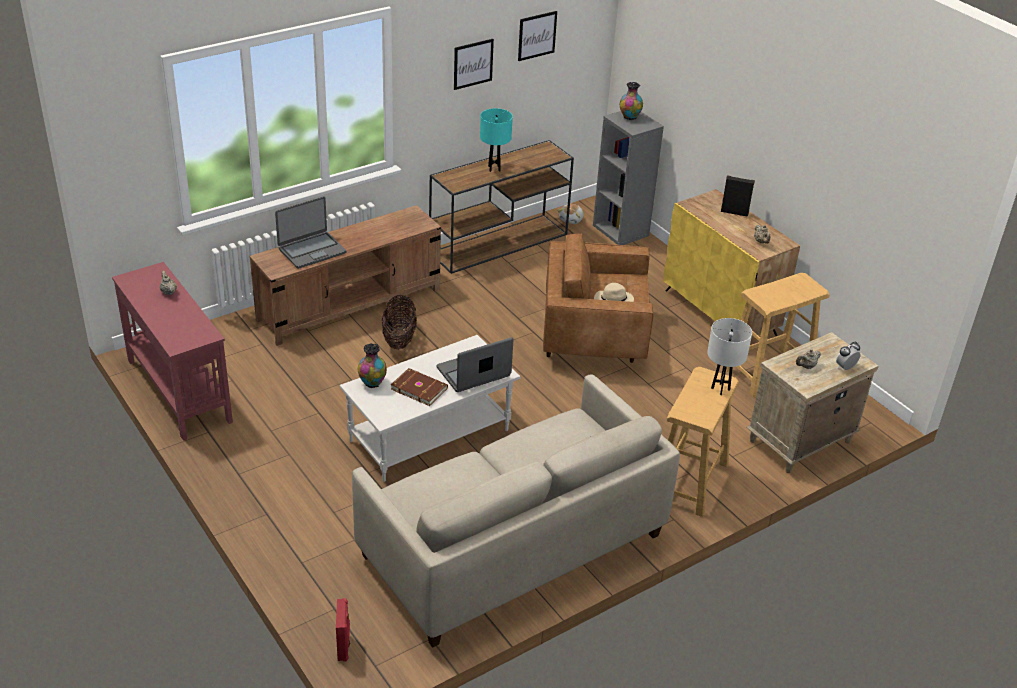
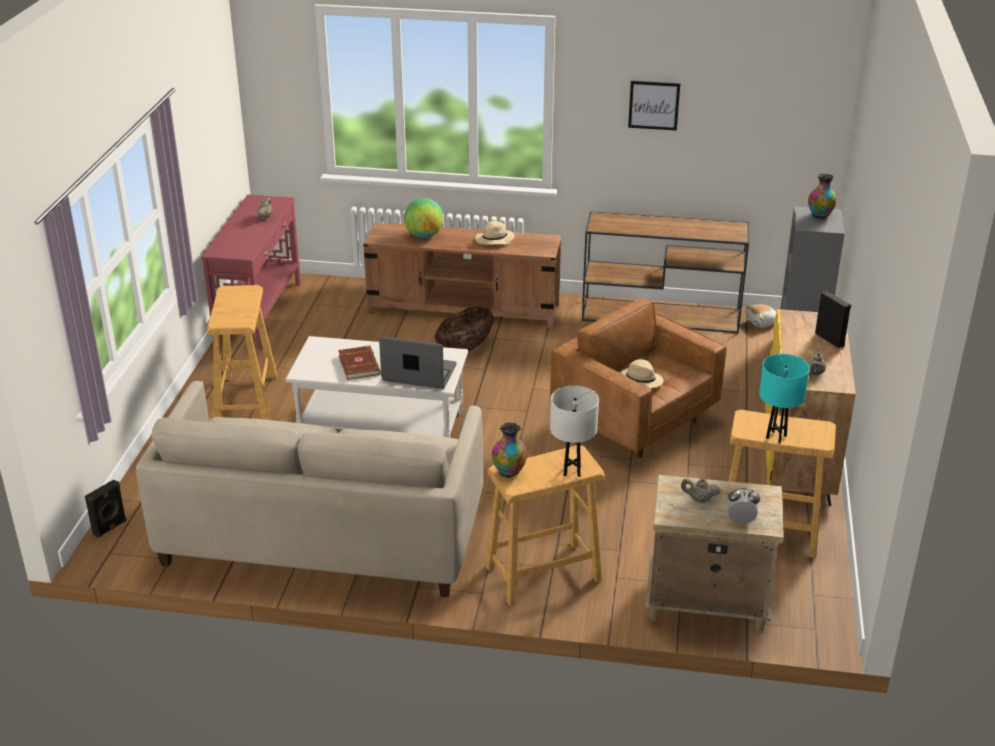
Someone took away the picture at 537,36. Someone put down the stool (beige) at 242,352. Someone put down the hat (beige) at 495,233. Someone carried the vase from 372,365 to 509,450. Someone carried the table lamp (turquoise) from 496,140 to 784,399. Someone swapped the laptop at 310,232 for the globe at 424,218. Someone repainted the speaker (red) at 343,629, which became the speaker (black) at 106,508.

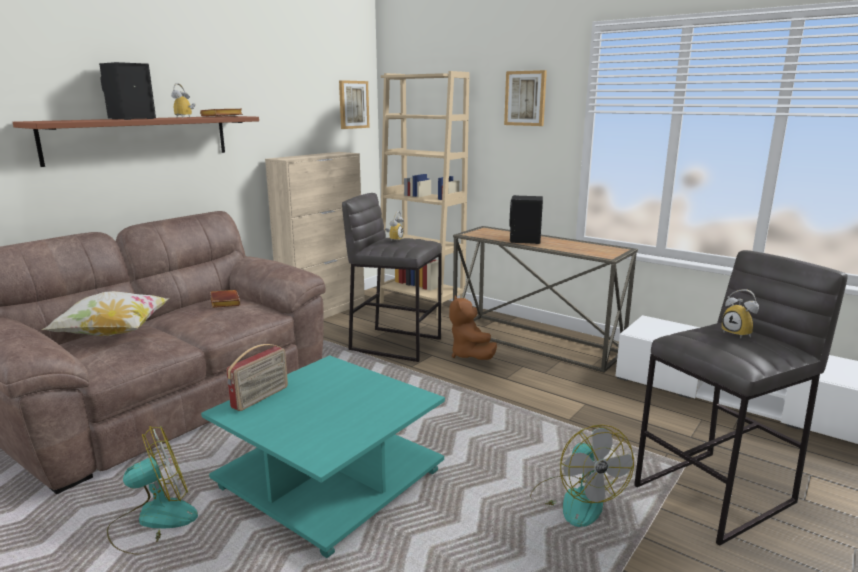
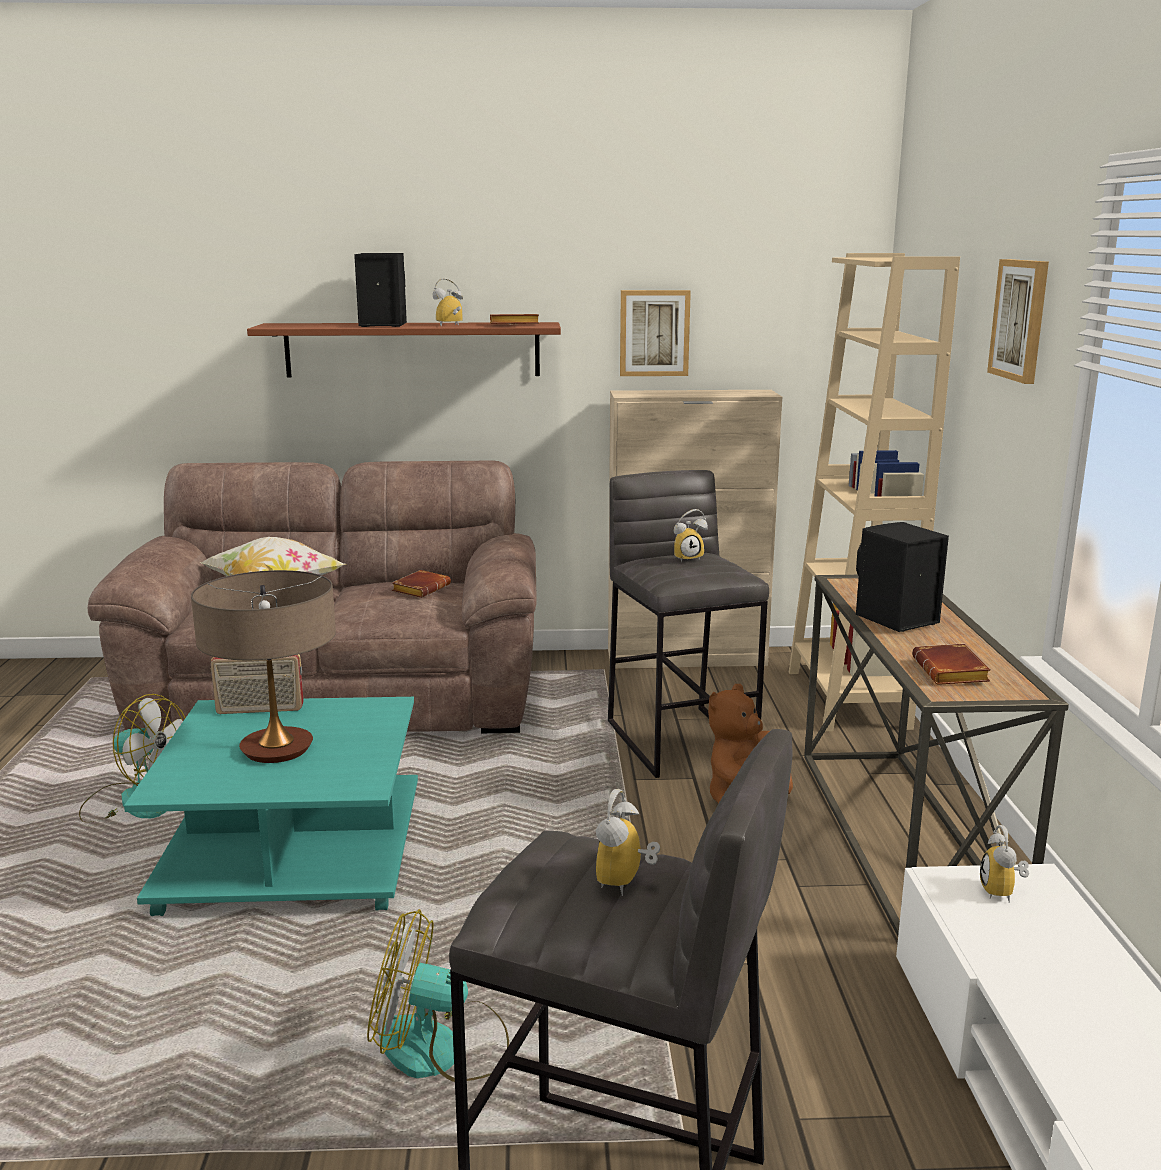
Someone put down the table lamp at 263,666. Someone put down the book (brown) at 951,664. Someone put down the alarm clock at 1004,864. Someone carried the picture from 354,104 to 655,333. Someone rotated the fan at 582,476 by 60 degrees clockwise.

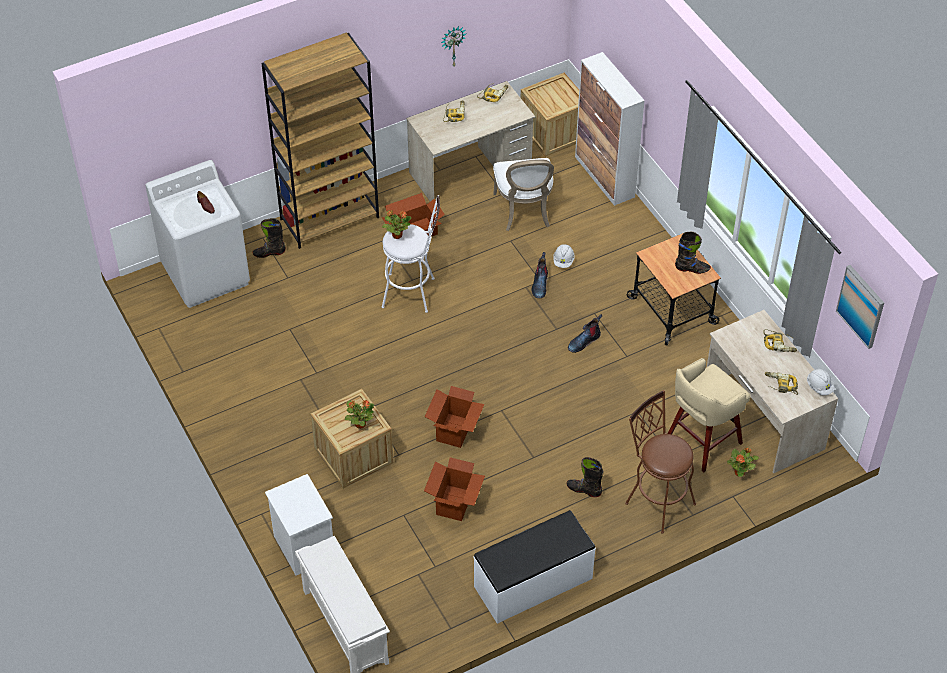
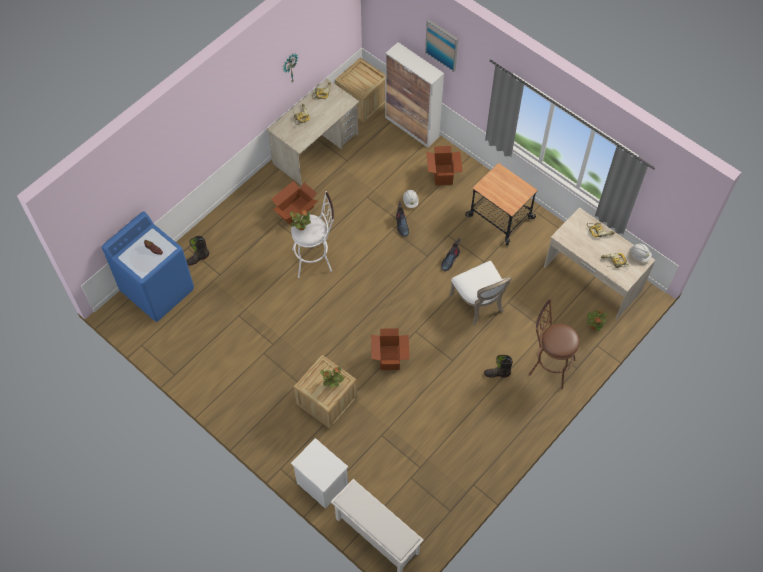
Someone took away the bookcase (brown) at 320,141. Someone took away the bench (white) at 535,567. Someone took away the stool (beige) at 709,415. Someone took away the boot (black) at 693,253. Someone carried the cardboard box from 454,489 to 444,165. Someone carried the chair (white) from 523,194 to 480,293. Someone carried the picture from 860,307 to 441,46. Someone repainted the washing machine (white) at 197,234, which became the washing machine (blue) at 148,267.

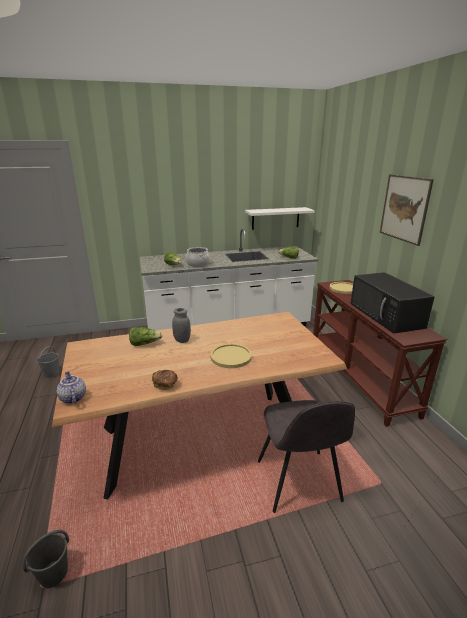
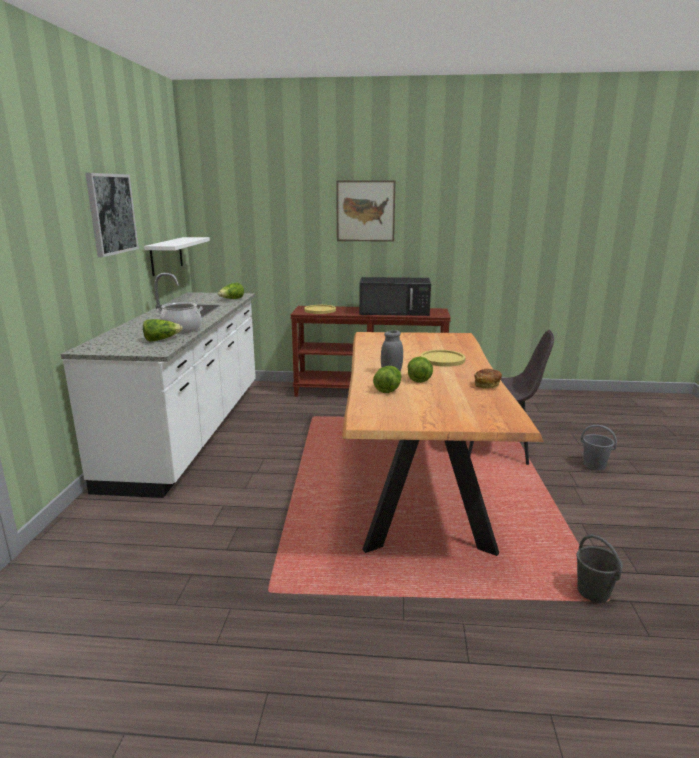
Someone took away the teapot at 71,387. Someone put up the picture at 112,215. Someone put down the lettuce at 420,369. Someone carried the bucket (grey) from 48,362 to 599,447.

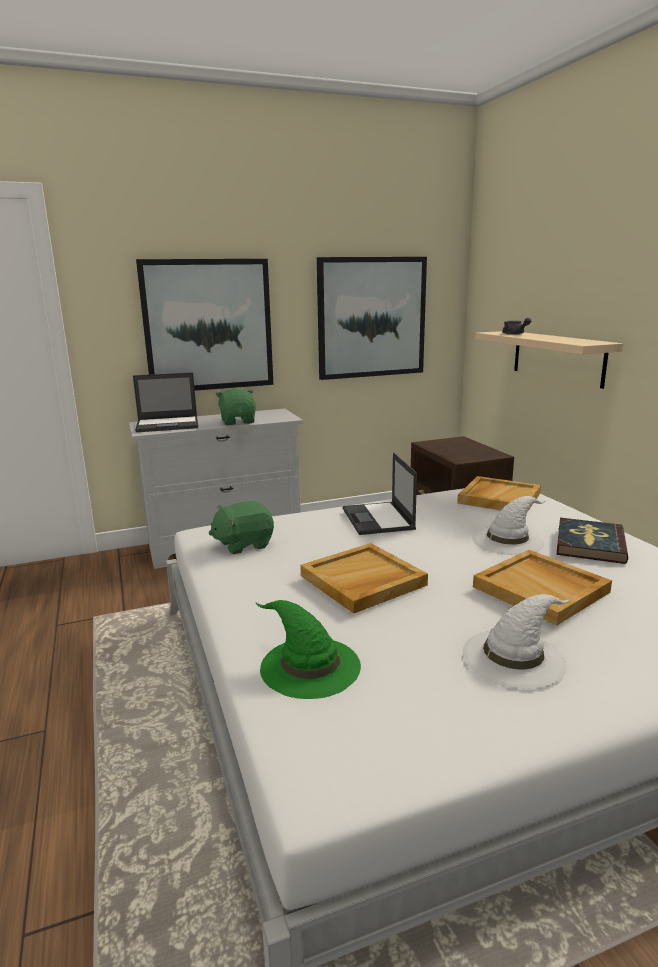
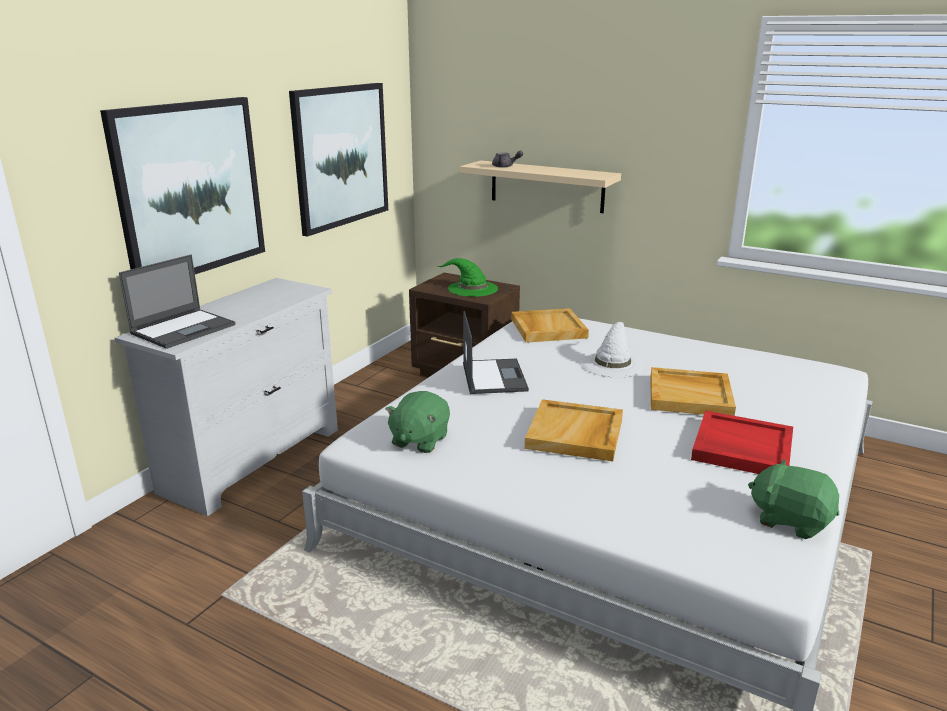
Someone took away the book at 592,541. Someone carried the plush toy (green) from 236,406 to 793,499. Someone carried the hat (green) from 308,649 to 467,277. Someone swapped the hat (white) at 516,641 for the tray (red) at 742,442. Someone rotated the laptop at 380,494 by 135 degrees counterclockwise.

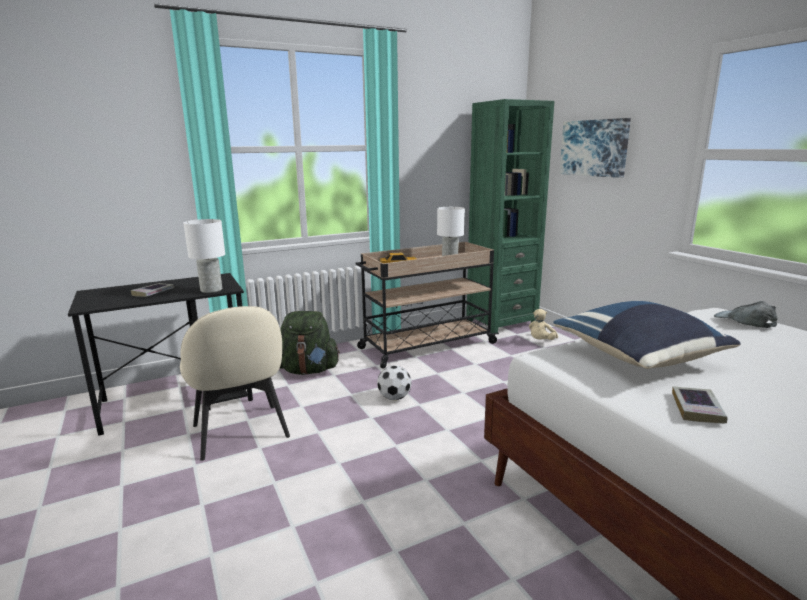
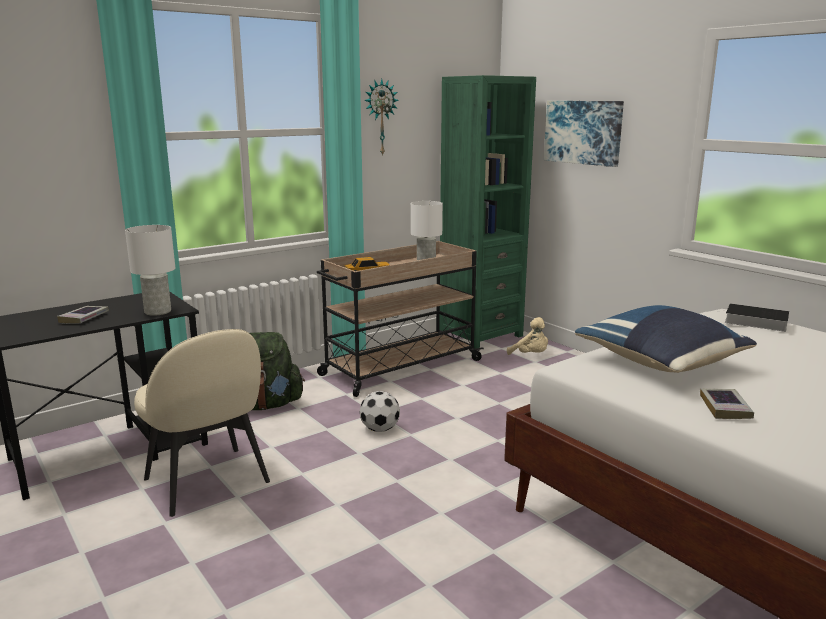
Someone put up the wall clock at 381,117. Someone swapped the cap (grey) at 746,314 for the book at 753,317. Someone rotated the plush toy (beige) at 543,324 by 75 degrees counterclockwise.

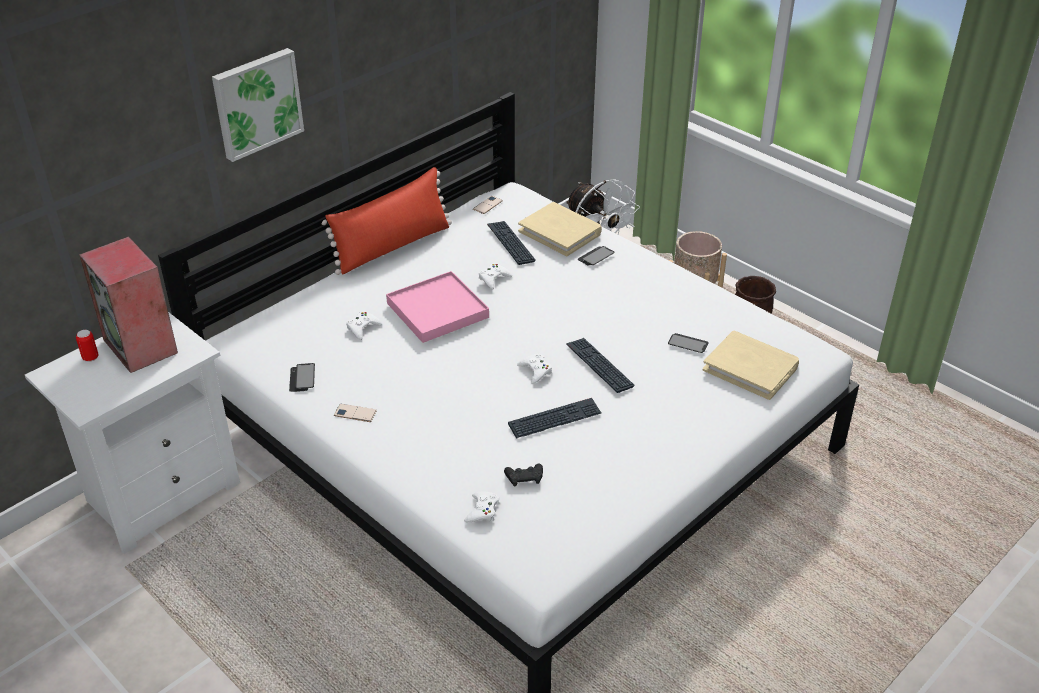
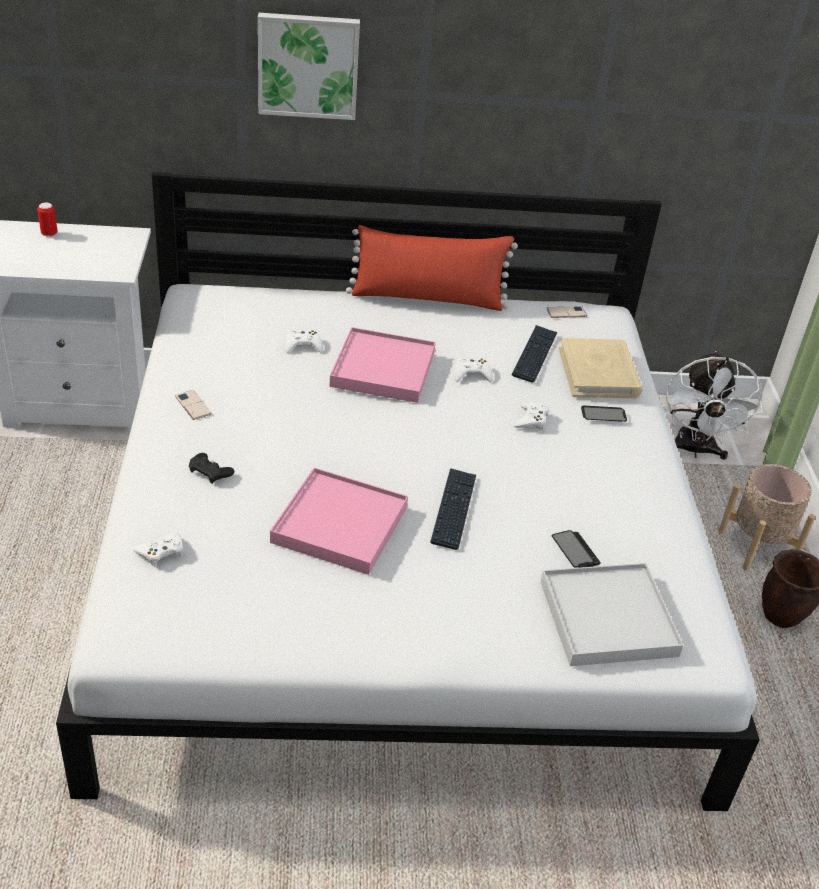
Someone took away the speaker at 128,304. Someone took away the phone at 302,377. Someone carried the game controller (black) from 523,475 to 211,468. Someone carried the game controller (white) from 534,368 to 532,416. Someone swapped the keyboard at 554,418 for the tray (pink) at 339,521. Someone swapped the book (beige) at 751,365 for the tray (white) at 611,614.

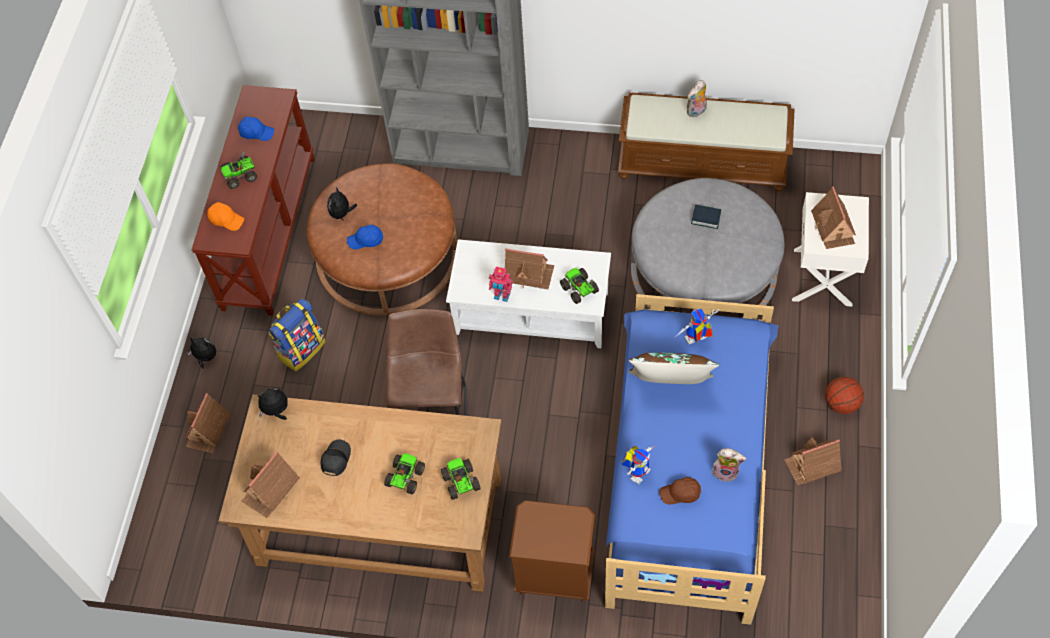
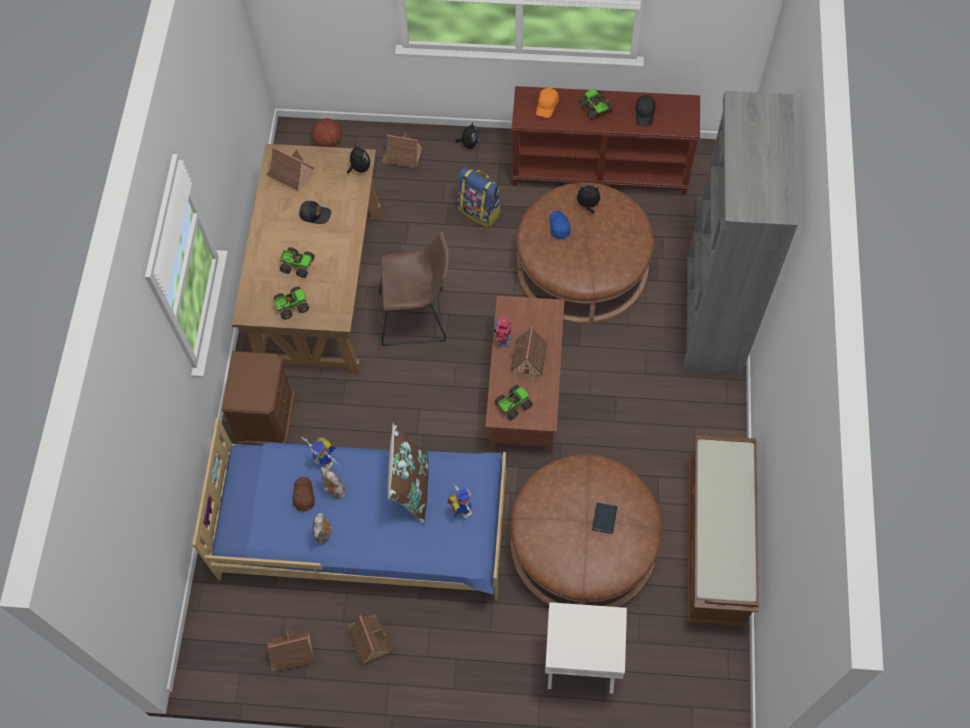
Someone carried the plush toy from 697,98 to 334,483. Someone carried the toy house from 833,218 to 291,650. Someone carried the basketball from 844,395 to 327,132. Someone repainted the cap (blue) at 256,129, which became the cap (black) at 646,110. Someone repainted the coffee table (white) at 528,293, which became the coffee table (brown) at 524,375. Someone repainted the ottoman (grey) at 708,248, which became the ottoman (brown) at 586,530.

